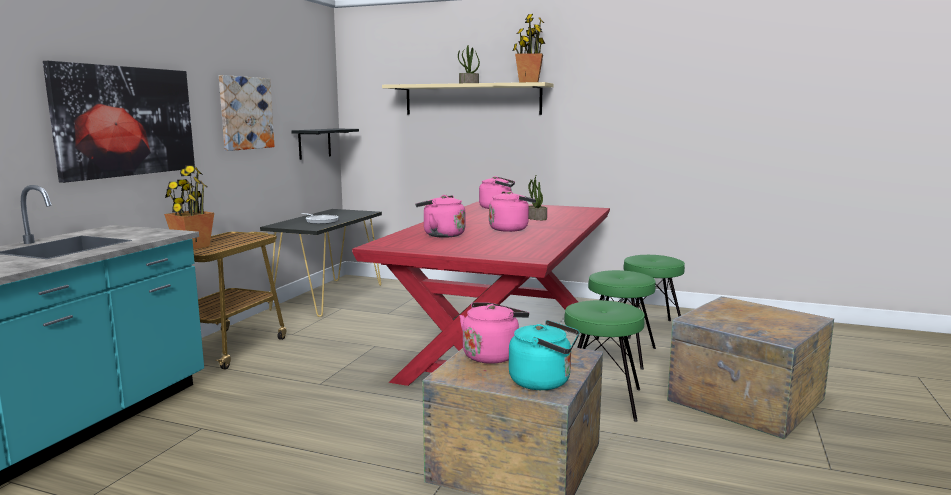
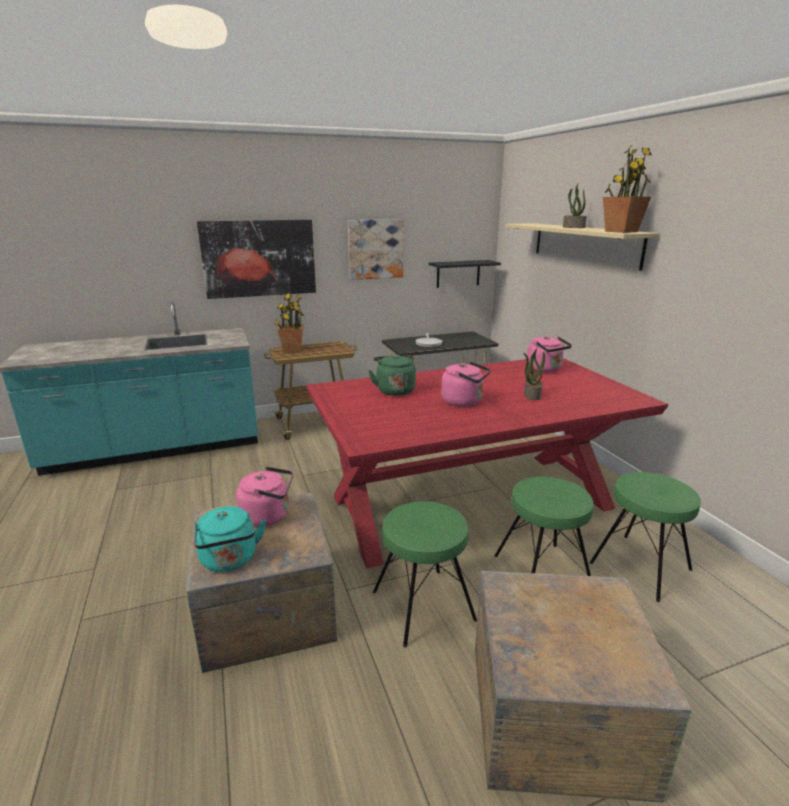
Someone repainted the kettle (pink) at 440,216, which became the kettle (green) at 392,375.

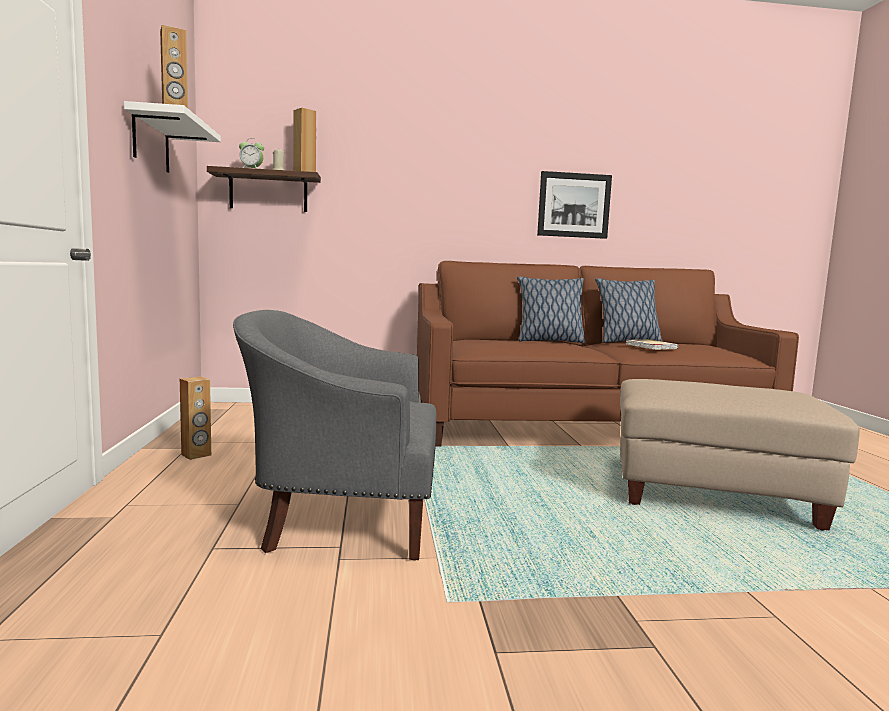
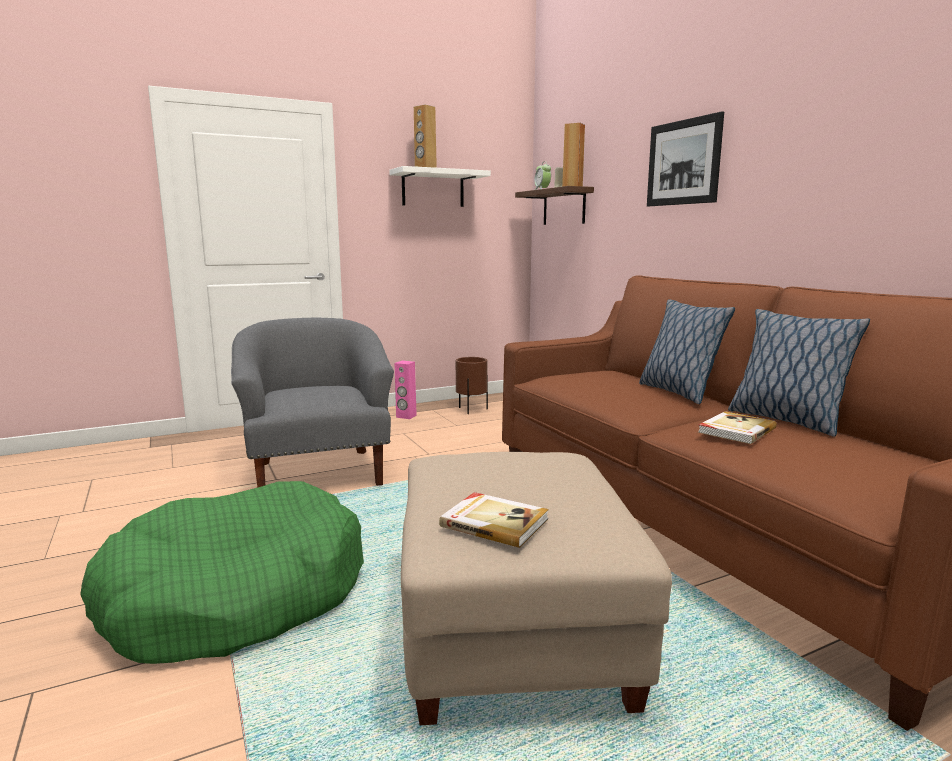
Someone put down the dog bed (green) at 222,572. Someone put down the book at 494,520. Someone put down the planter (brown) at 472,385. Someone carried the picture from 574,205 to 685,158. Someone repainted the speaker (brown) at 195,418, which became the speaker (pink) at 406,390.

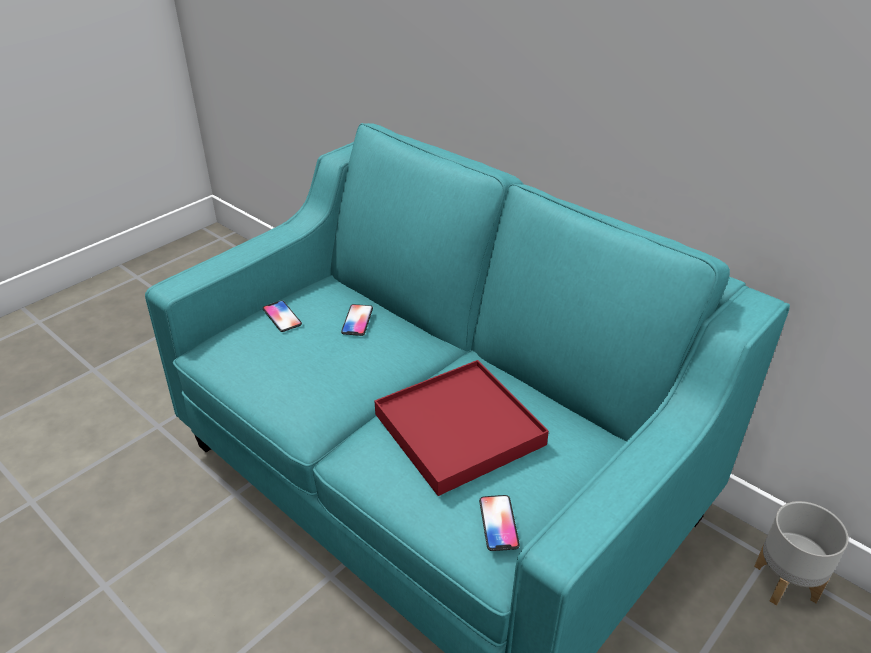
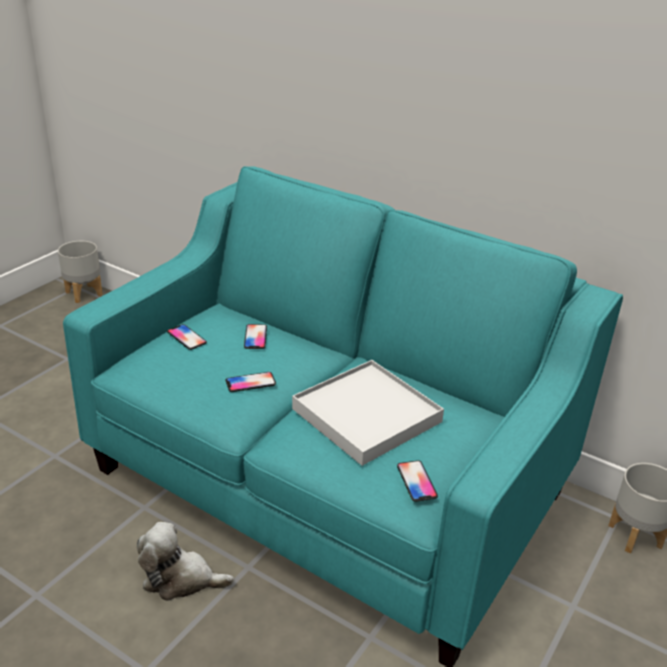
Someone put down the planter (grey) at 80,272. Someone put down the plush toy at 185,561. Someone put down the phone at 251,382. Someone repainted the tray (red) at 462,428, which became the tray (white) at 368,413.

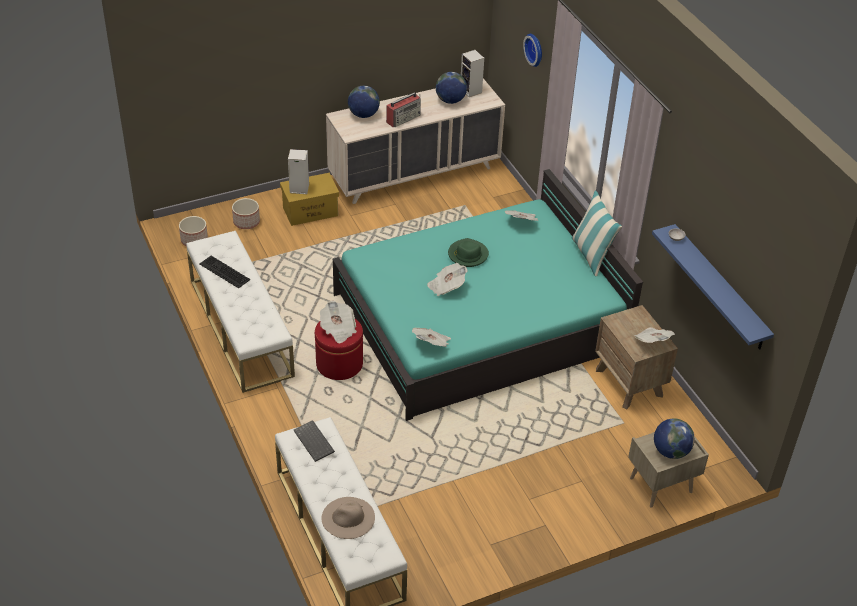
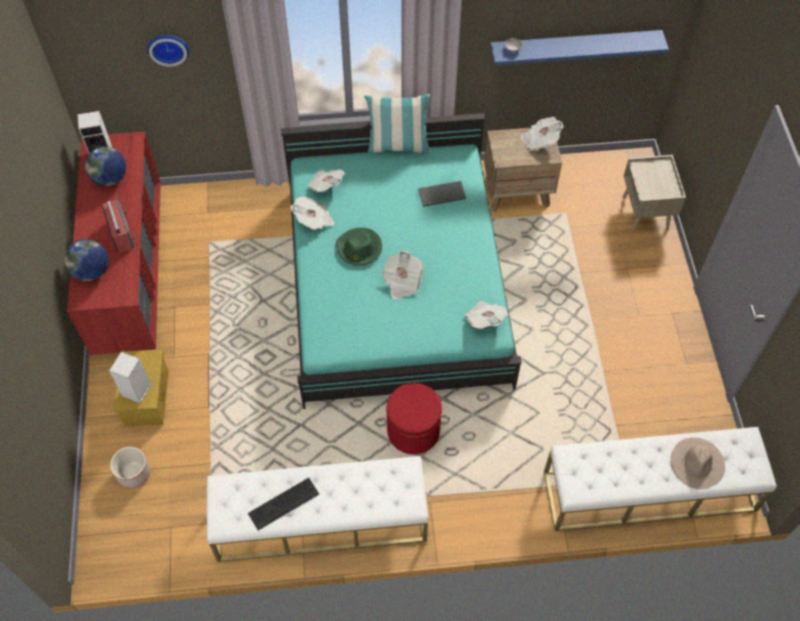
Someone took away the planter at 193,231. Someone took away the globe at 674,438. Someone carried the keyboard from 314,441 to 442,194. Someone carried the newspaper from 338,322 to 313,213. Someone repainted the dresser (beige) at 415,141, which became the dresser (red) at 114,243.

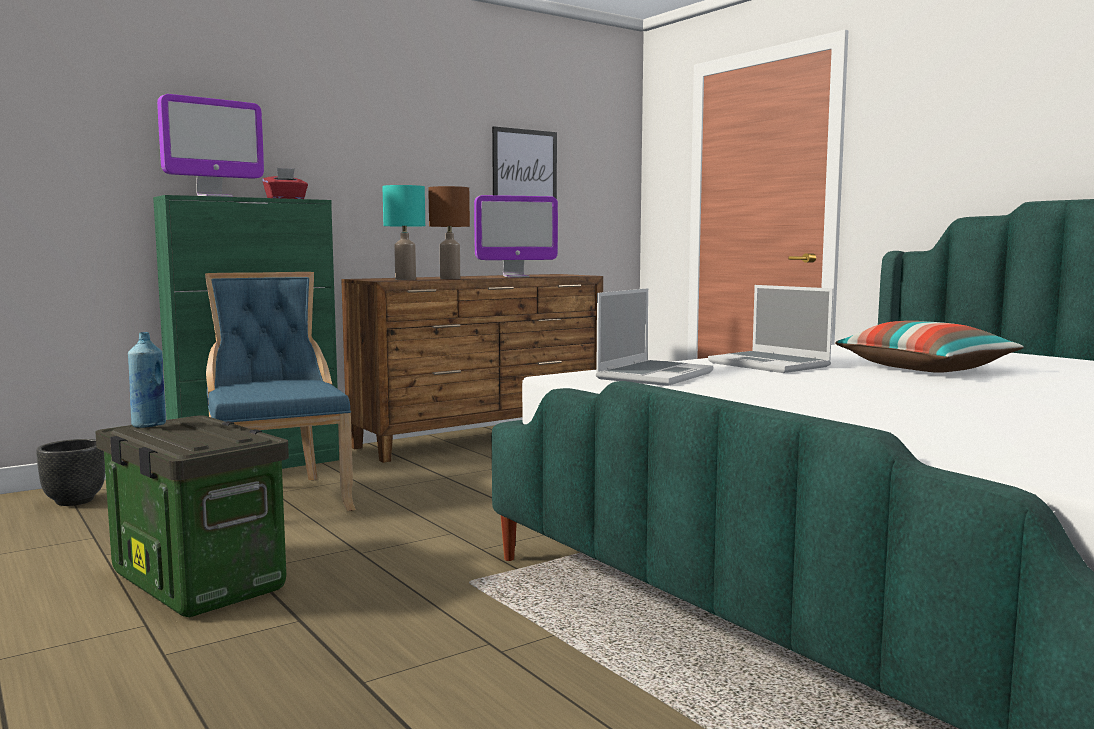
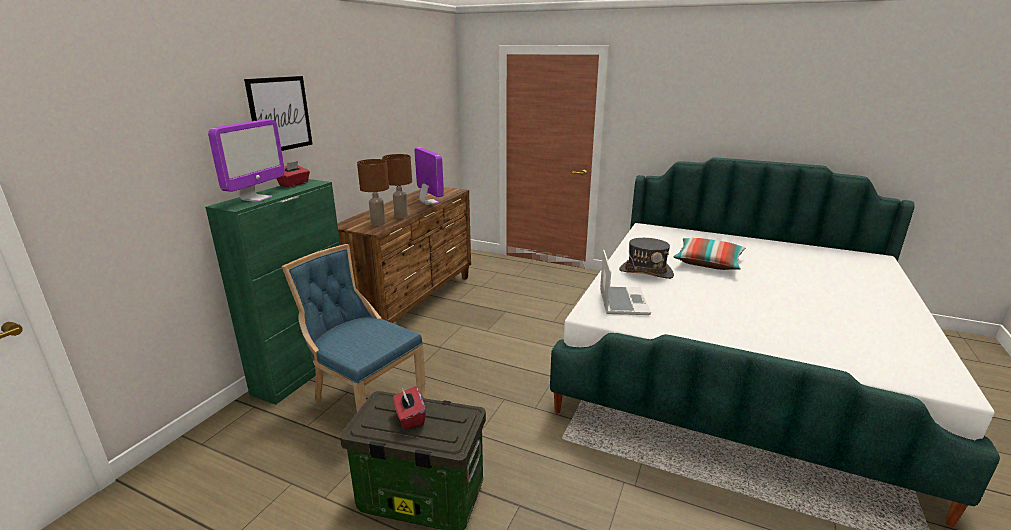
Someone took away the planter (black) at 70,472. Someone took away the bottle (blue) at 147,380. Someone put down the tissue box (red) at 409,408. Someone carried the picture from 524,162 to 278,113. Someone swapped the laptop at 770,329 for the hat (grey) at 646,258. Someone repainted the table lamp (turquoise) at 404,232, which became the table lamp (brown) at 373,192. Someone rotated the monitor at 516,236 by 75 degrees counterclockwise.

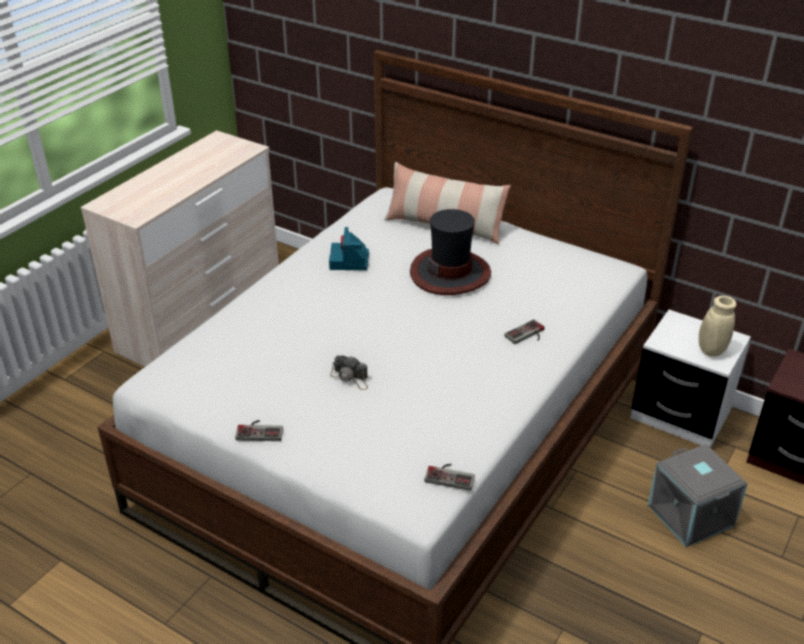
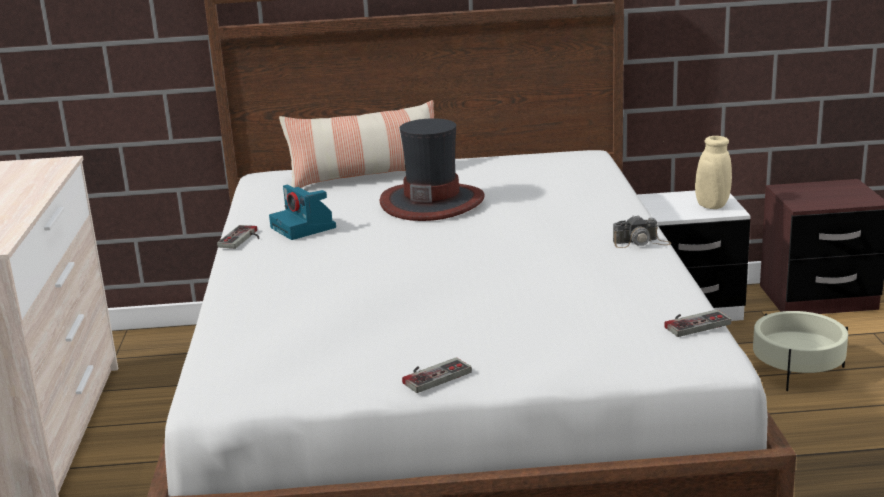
Someone carried the photo camera from 349,372 to 642,231. Someone carried the game controller from 524,331 to 238,237. Someone swapped the storage box (grey) at 698,495 for the planter (beige) at 800,351.

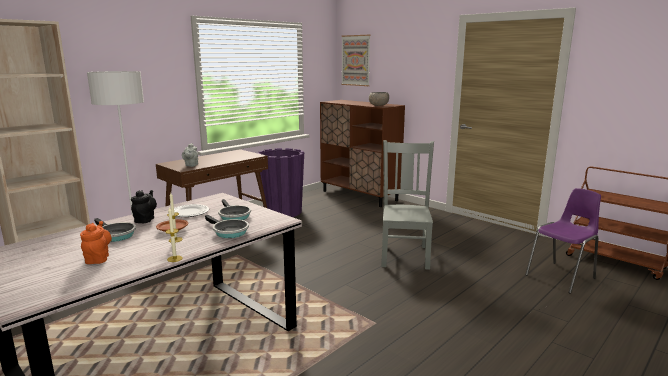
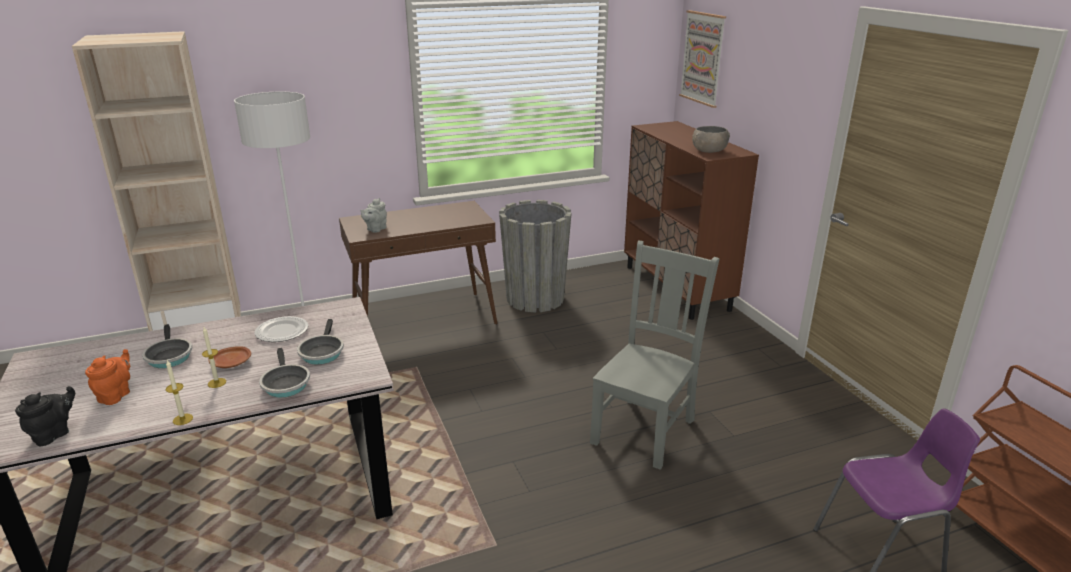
Someone carried the teapot (black) from 144,206 to 45,416. Someone repainted the planter (purple) at 281,182, which became the planter (grey) at 535,256.

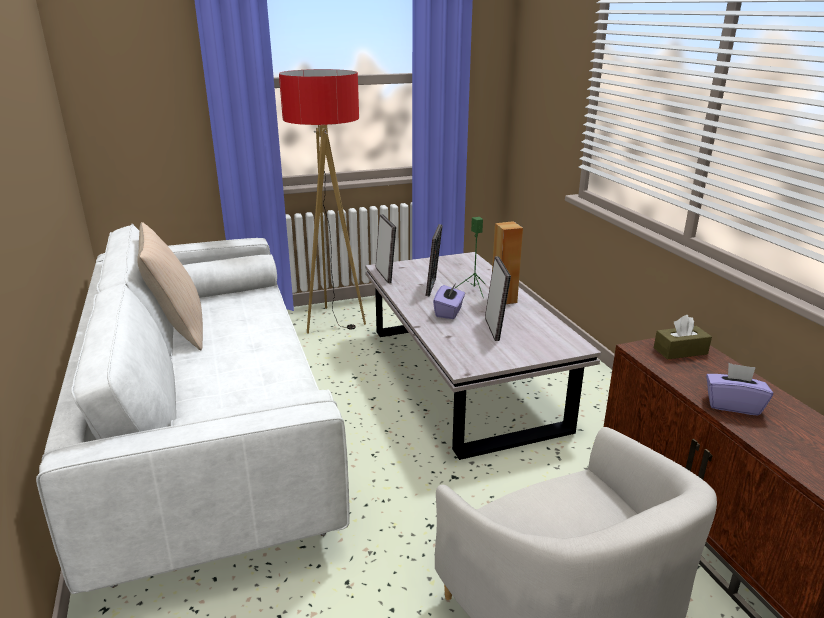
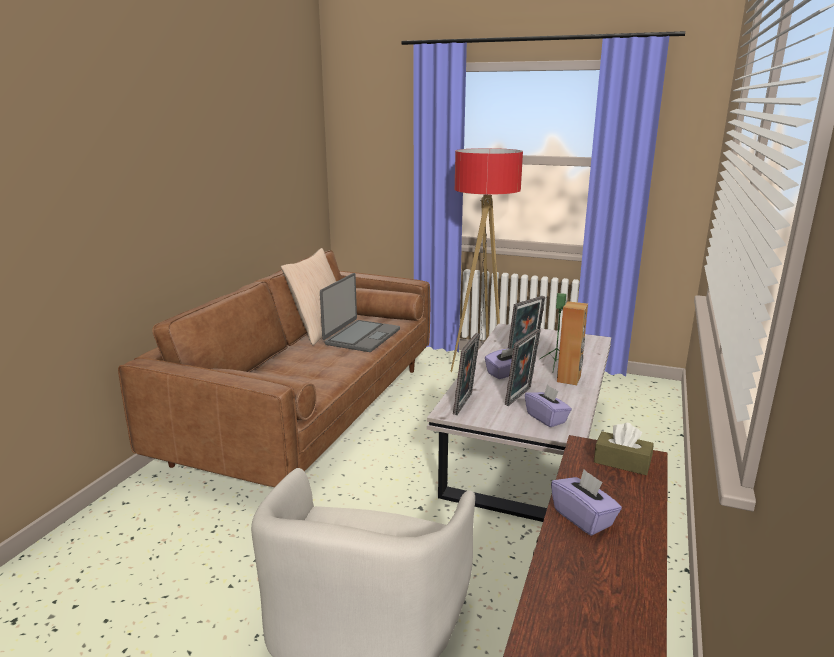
Someone put down the laptop at 360,312. Someone put down the tissue box (purple) at 548,405. Someone carried the picture frame from 386,248 to 466,374. Someone repainted the sofa (white) at 193,409, which became the sofa (brown) at 274,369.

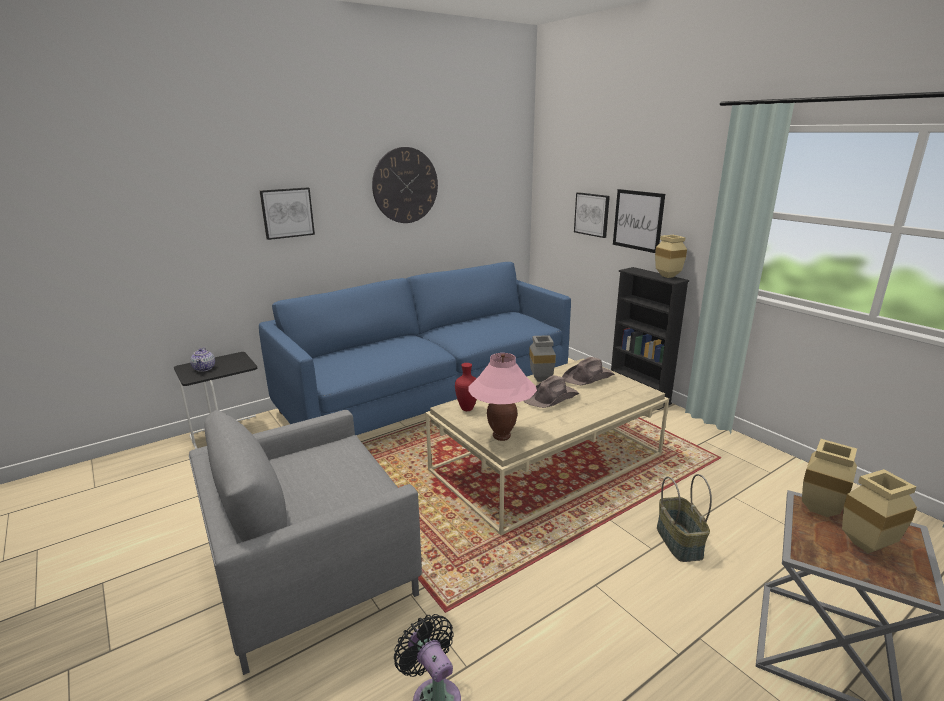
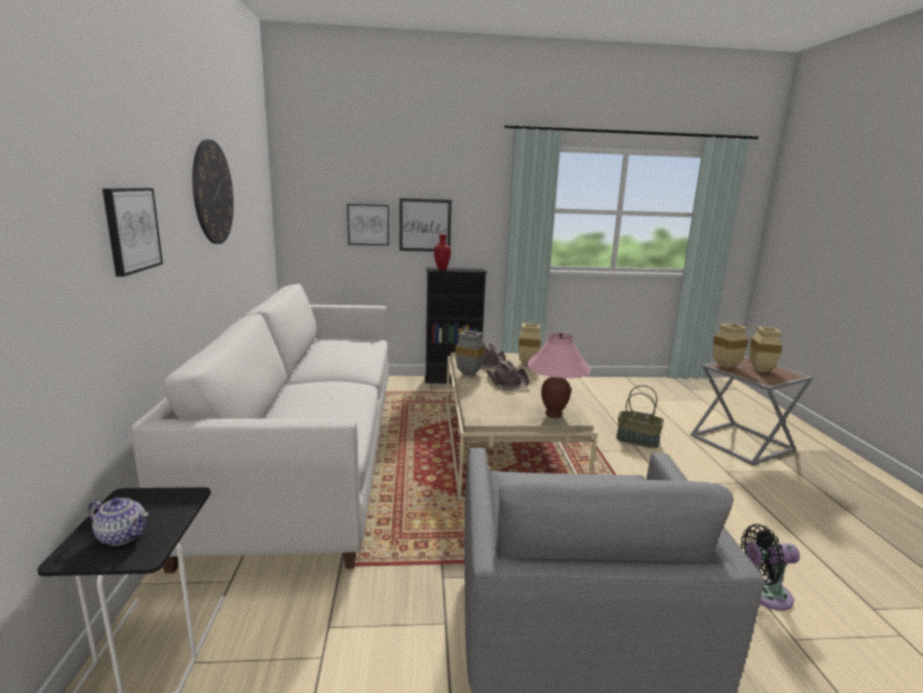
Someone carried the vase (red) from 466,387 to 442,252. Someone carried the vase (beige) from 671,256 to 529,344. Someone repainted the sofa (blue) at 415,348, which became the sofa (white) at 260,428.

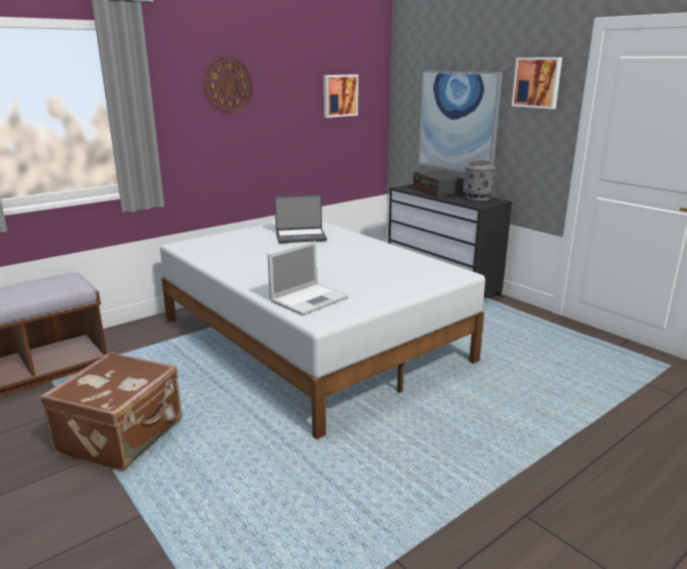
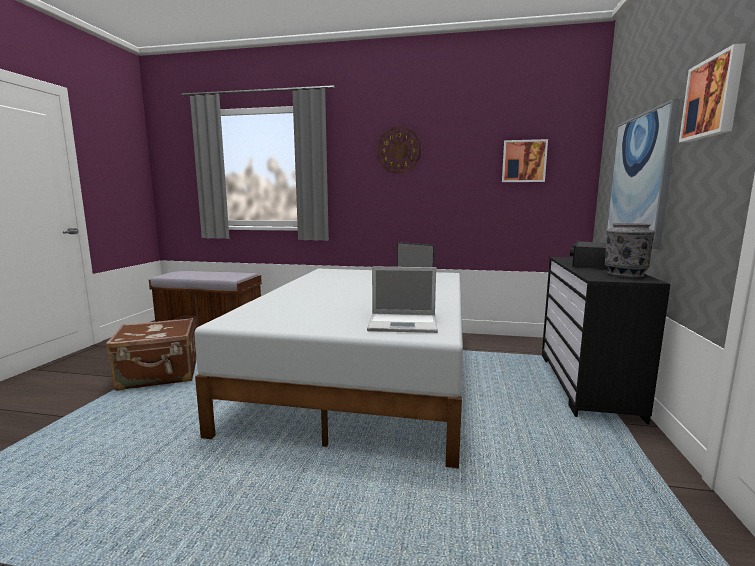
Someone carried the laptop from 308,278 to 402,300.

